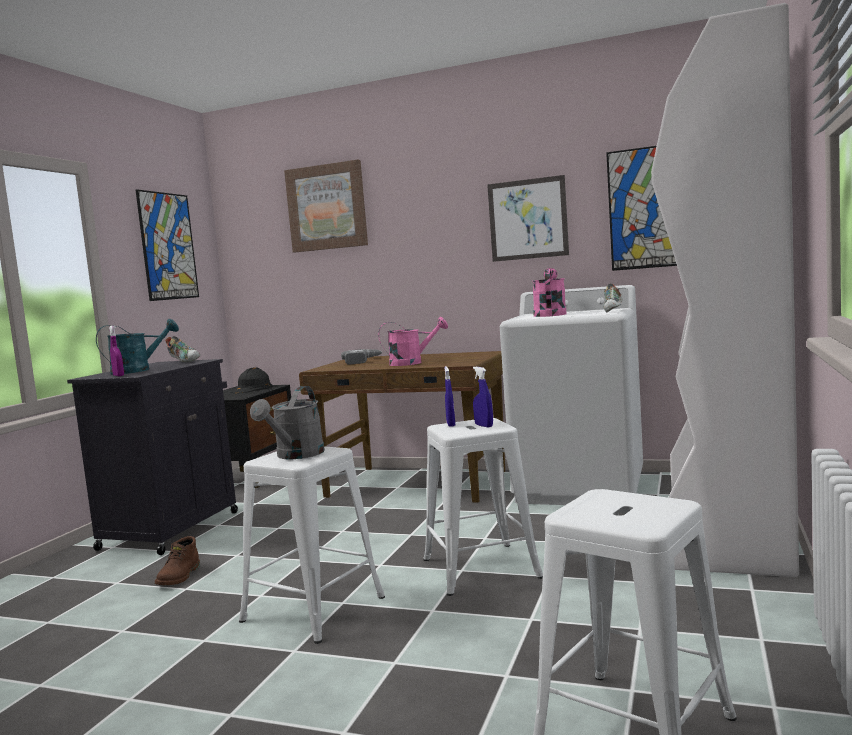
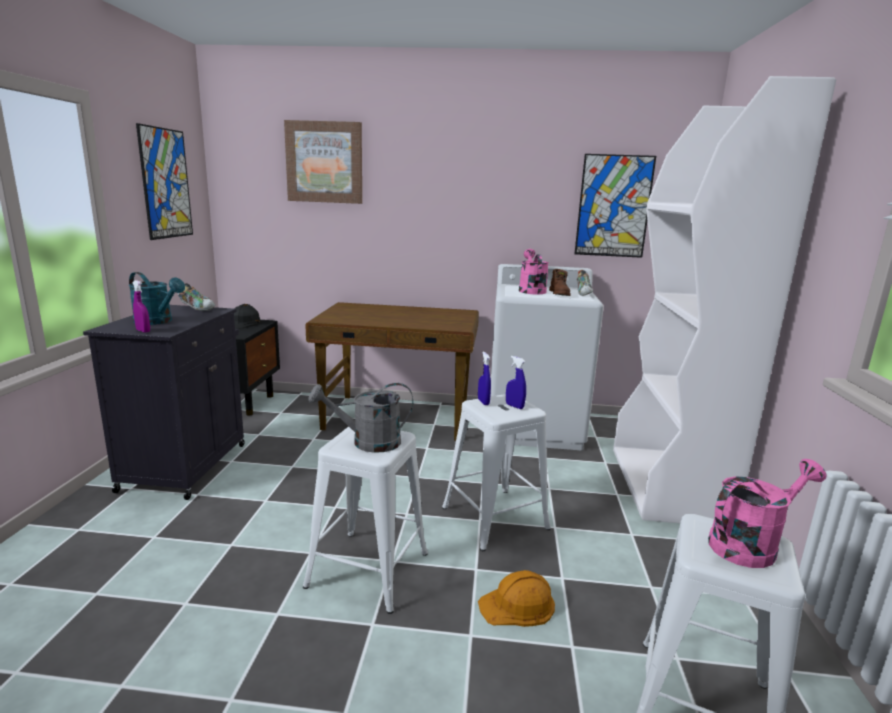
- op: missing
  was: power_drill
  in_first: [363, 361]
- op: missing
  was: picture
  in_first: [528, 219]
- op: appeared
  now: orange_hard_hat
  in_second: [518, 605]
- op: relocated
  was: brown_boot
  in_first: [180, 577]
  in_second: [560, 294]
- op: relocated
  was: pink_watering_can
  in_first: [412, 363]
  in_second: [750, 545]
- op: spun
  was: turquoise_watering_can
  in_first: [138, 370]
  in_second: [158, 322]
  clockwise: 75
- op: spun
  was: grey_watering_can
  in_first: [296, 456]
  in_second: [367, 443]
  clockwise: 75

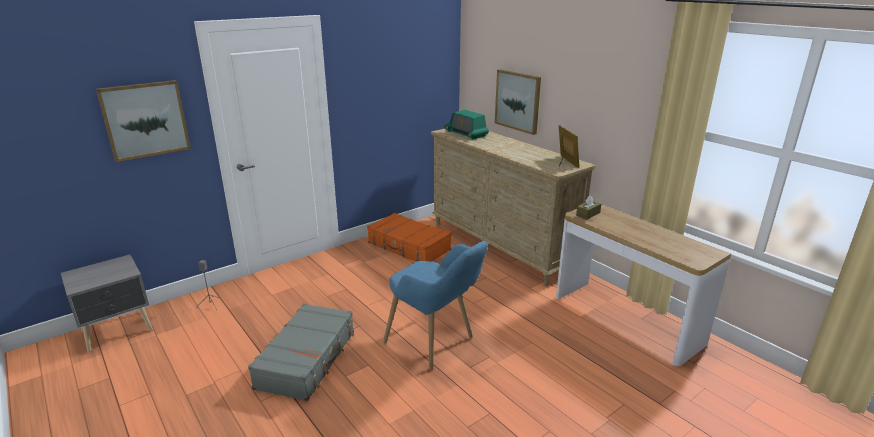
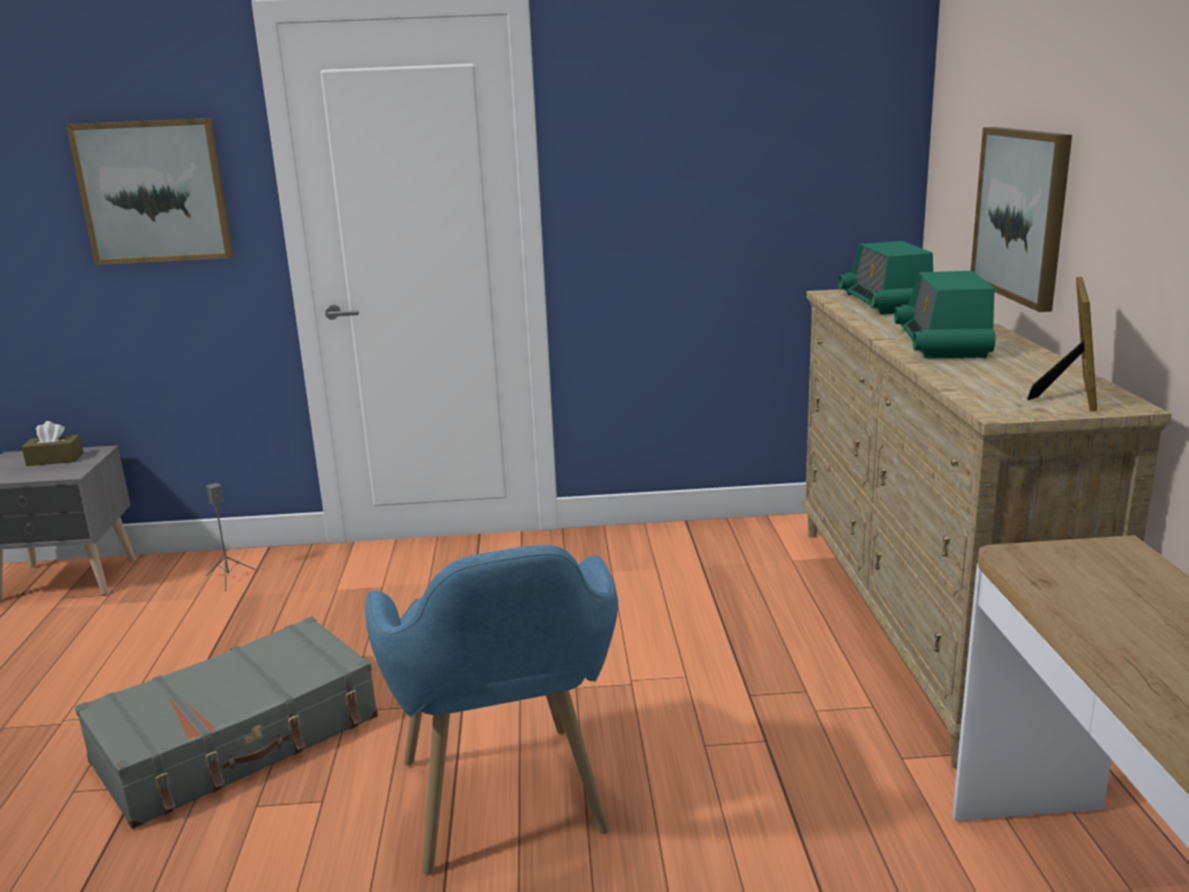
- op: missing
  was: orange_suitcase
  in_first: [408, 247]
- op: appeared
  now: radio
  in_second: [942, 343]
- op: relocated
  was: brown_tissue_box
  in_first: [588, 214]
  in_second: [55, 459]

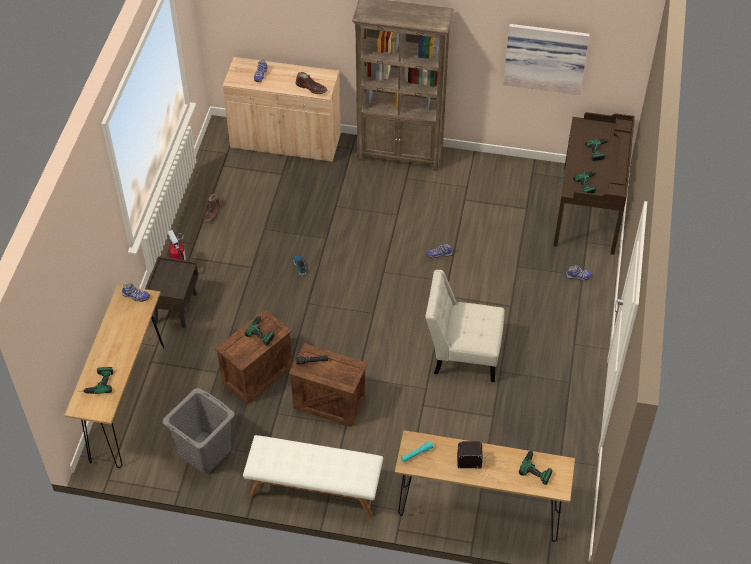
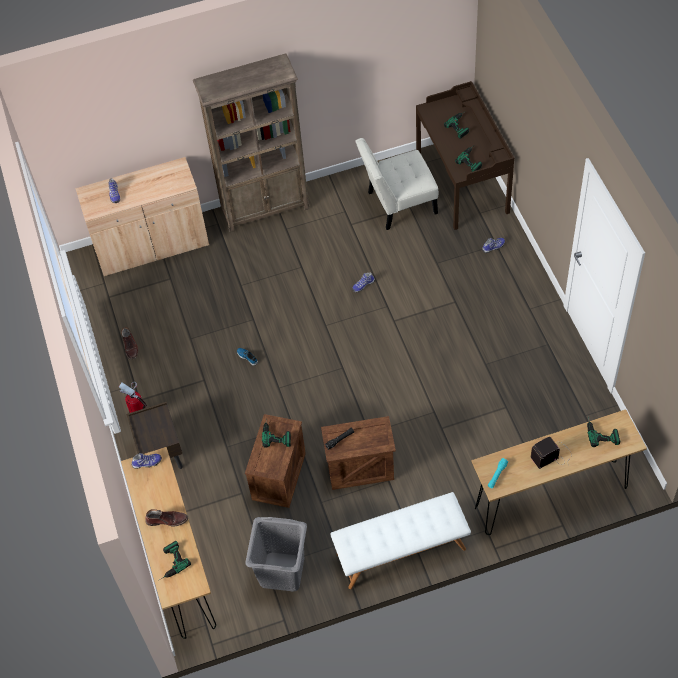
- op: missing
  was: picture
  in_first: [545, 56]
- op: relocated
  was: brown_boot
  in_first: [311, 88]
  in_second: [167, 520]
- op: relocated
  was: white_chair
  in_first: [462, 353]
  in_second: [398, 204]

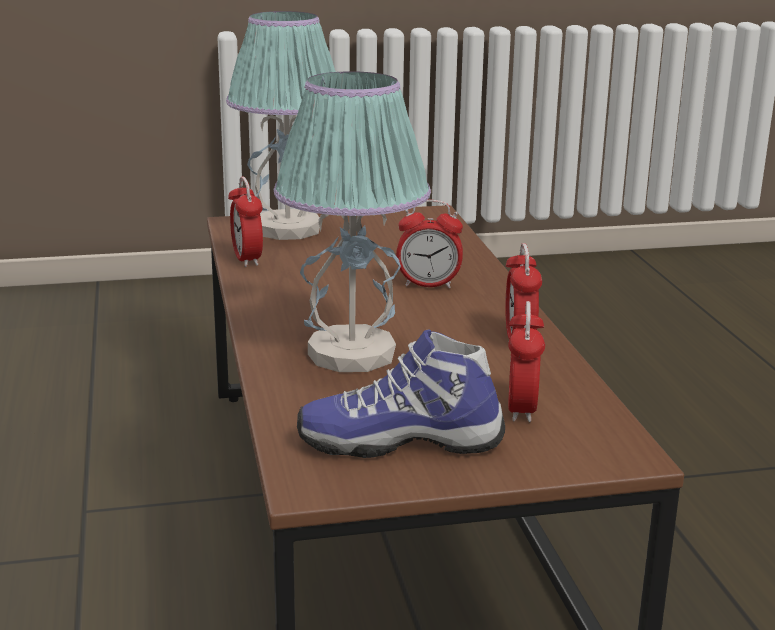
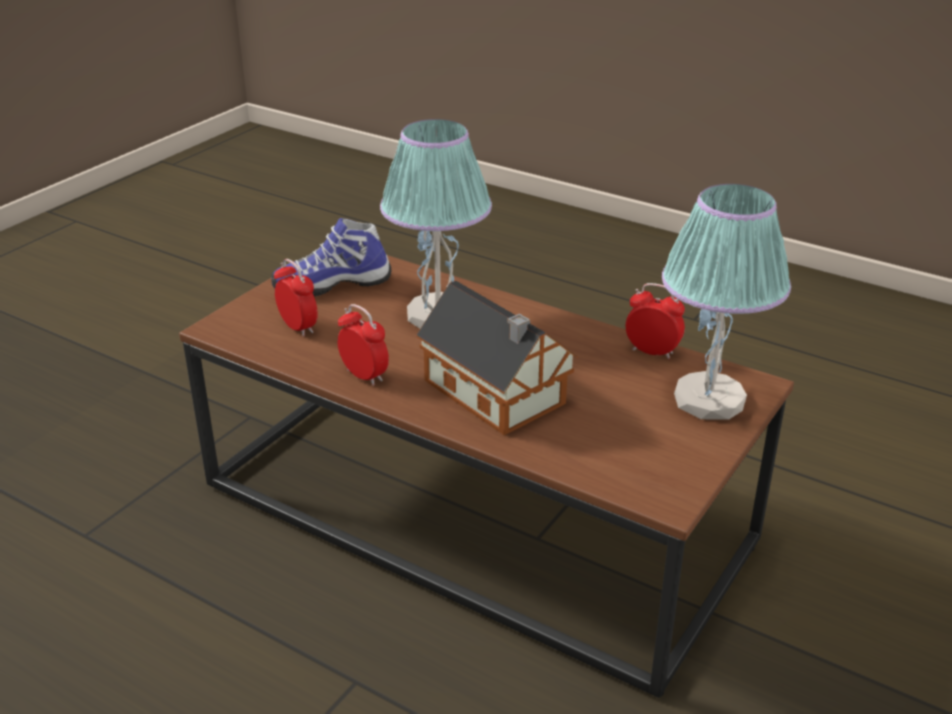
- op: exchanged
  was: alarm_clock
  now: toy_house
  in_first: [428, 285]
  in_second: [497, 395]
- op: spun
  was: shoe
  in_first: [400, 441]
  in_second: [332, 284]
  clockwise: -150

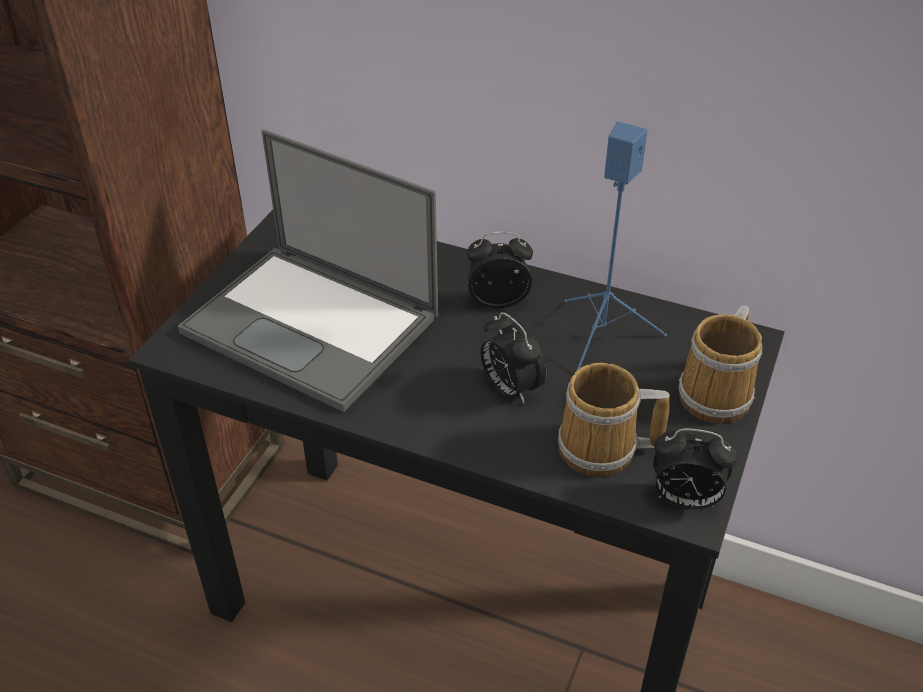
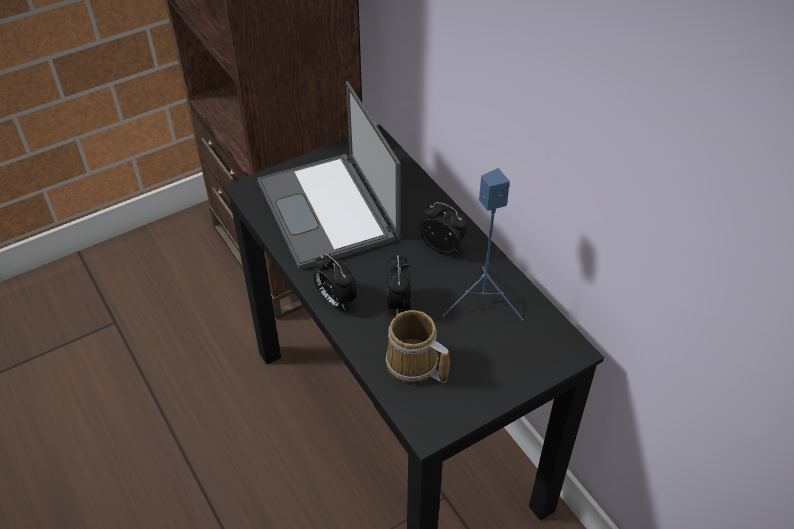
- op: missing
  was: mug
  in_first: [718, 394]
- op: relocated
  was: alarm_clock
  in_first: [684, 499]
  in_second: [335, 300]

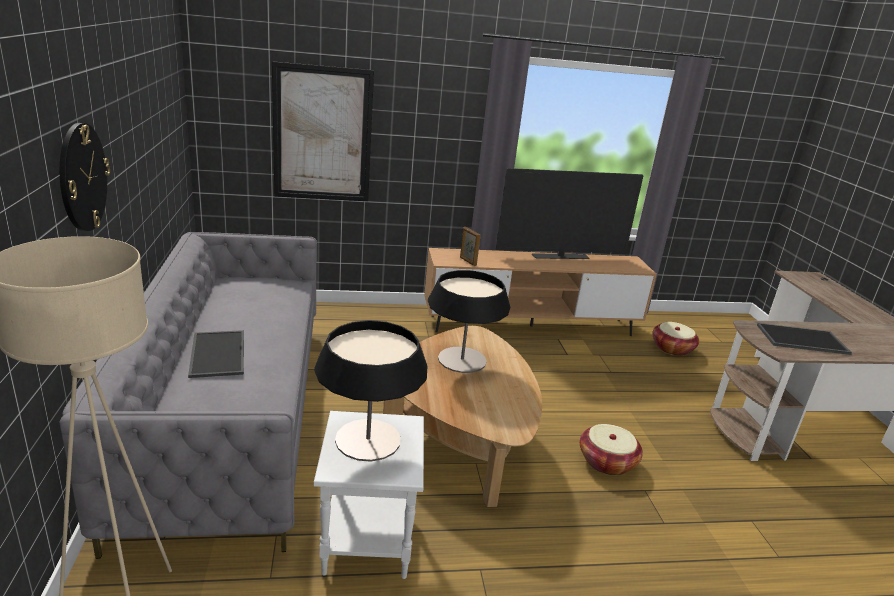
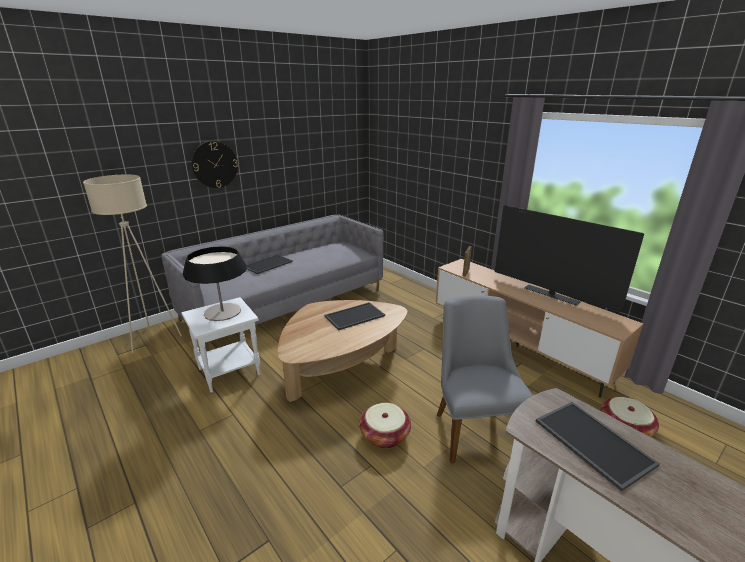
- op: missing
  was: picture
  in_first: [322, 135]
- op: appeared
  now: grey_chair
  in_second: [473, 427]
- op: exchanged
  was: table_lamp
  now: tray
  in_first: [462, 360]
  in_second: [354, 316]

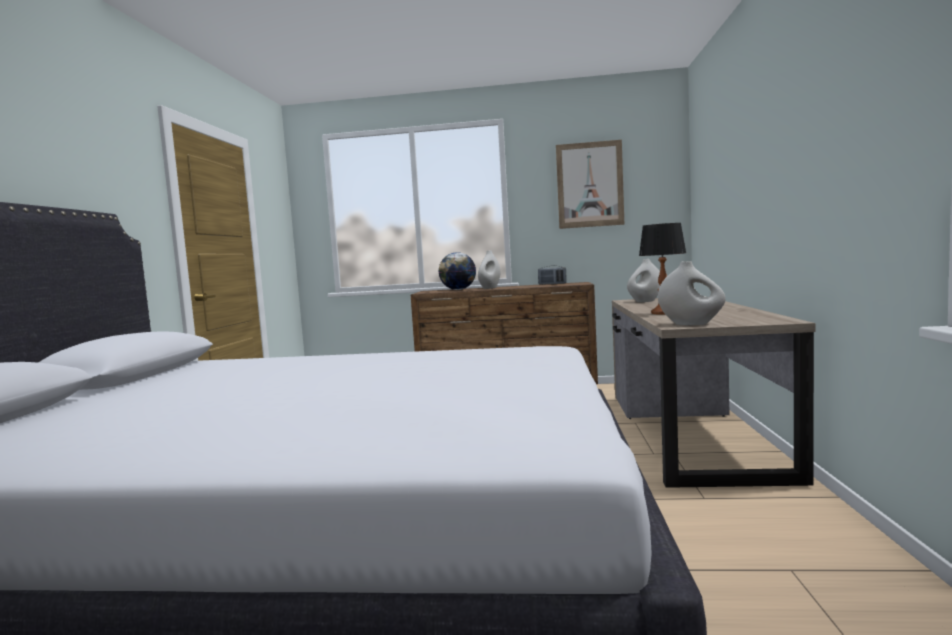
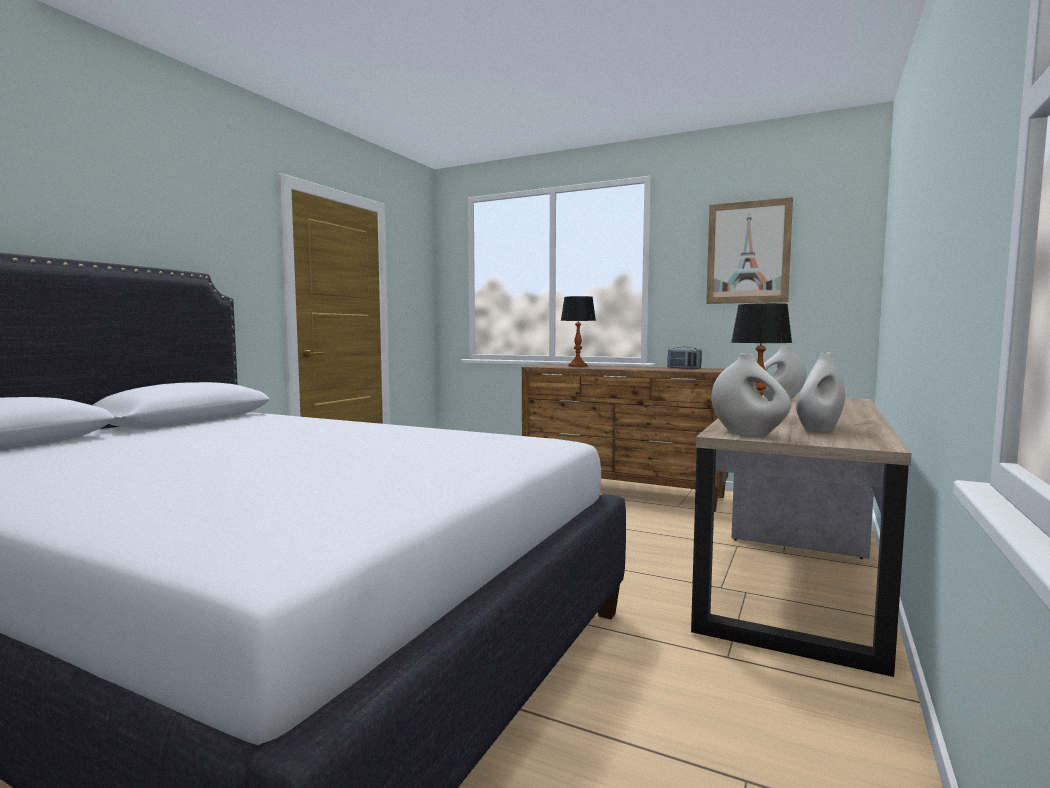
- op: relocated
  was: white_vase
  in_first: [490, 288]
  in_second: [819, 430]
- op: exchanged
  was: globe
  now: table_lamp
  in_first: [458, 289]
  in_second: [577, 366]

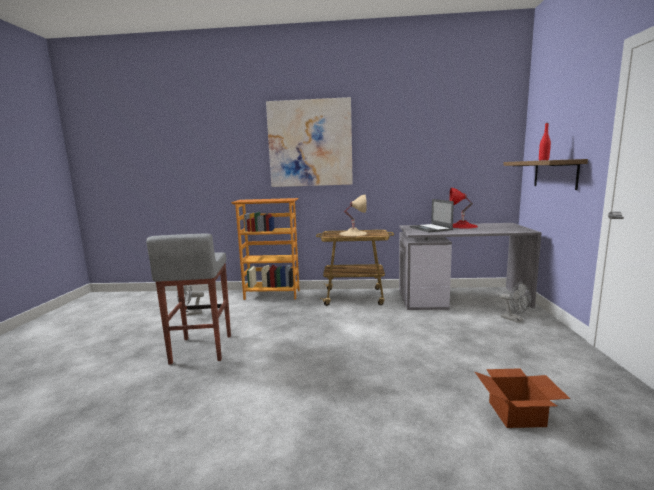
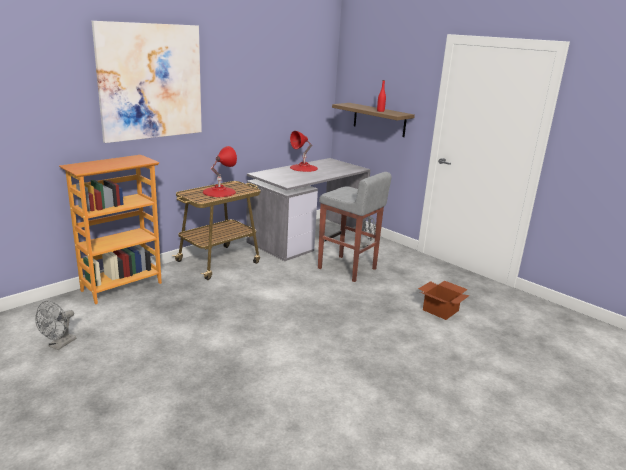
- op: missing
  was: laptop
  in_first: [431, 228]
- op: relocated
  was: grey_stool
  in_first: [200, 349]
  in_second: [347, 269]
- op: colour
  was: beige_table_lamp
  now: red_table_lamp
  in_first: [353, 233]
  in_second: [219, 192]

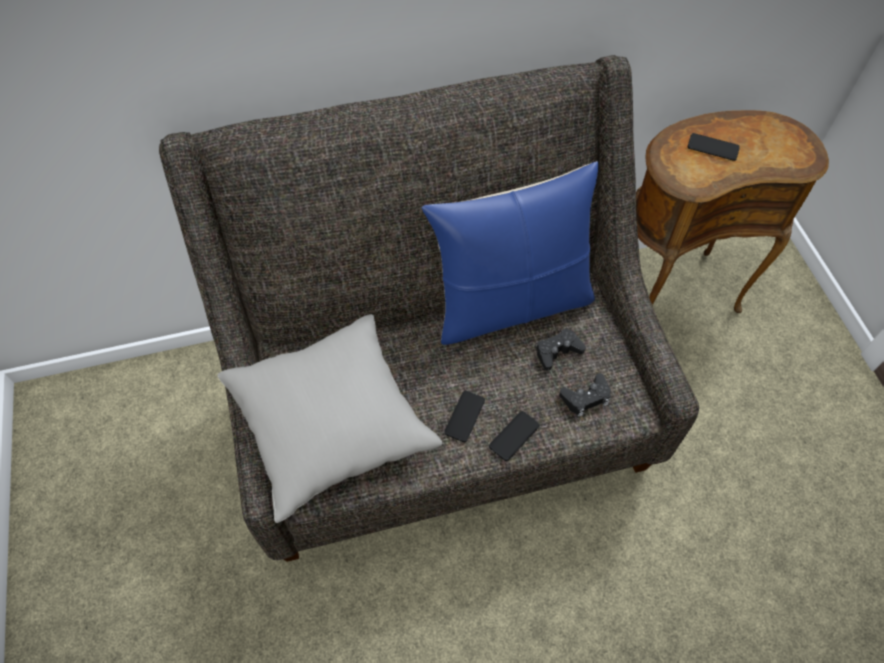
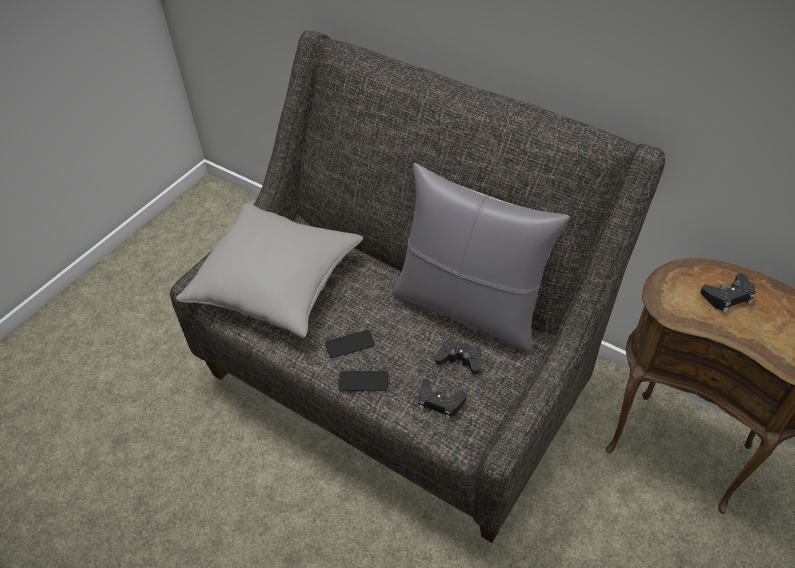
- op: exchanged
  was: phone
  now: black_game_controller
  in_first: [713, 147]
  in_second: [728, 296]
- op: colour
  was: blue_pillow
  now: grey_pillow
  in_first: [510, 303]
  in_second: [468, 307]

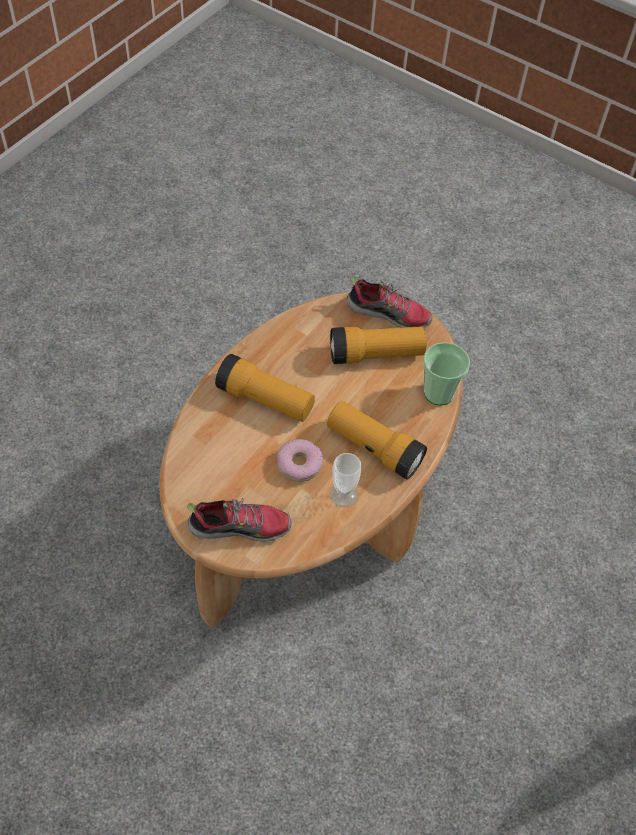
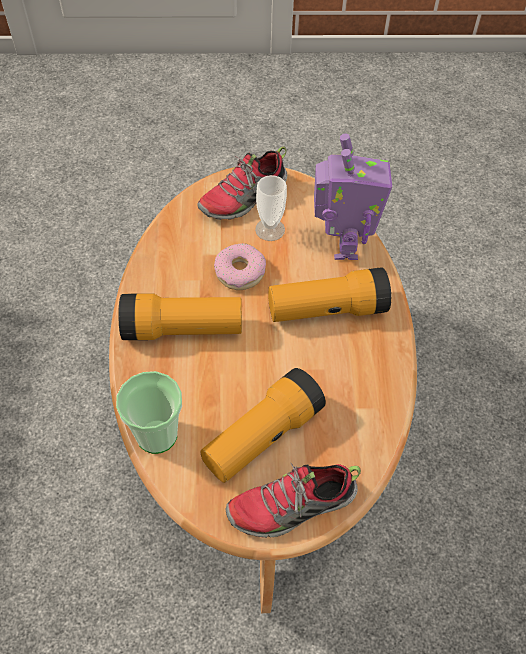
- op: appeared
  now: toy_robot
  in_second: [342, 245]
- op: relocated
  was: cup
  in_first: [343, 494]
  in_second: [270, 229]

